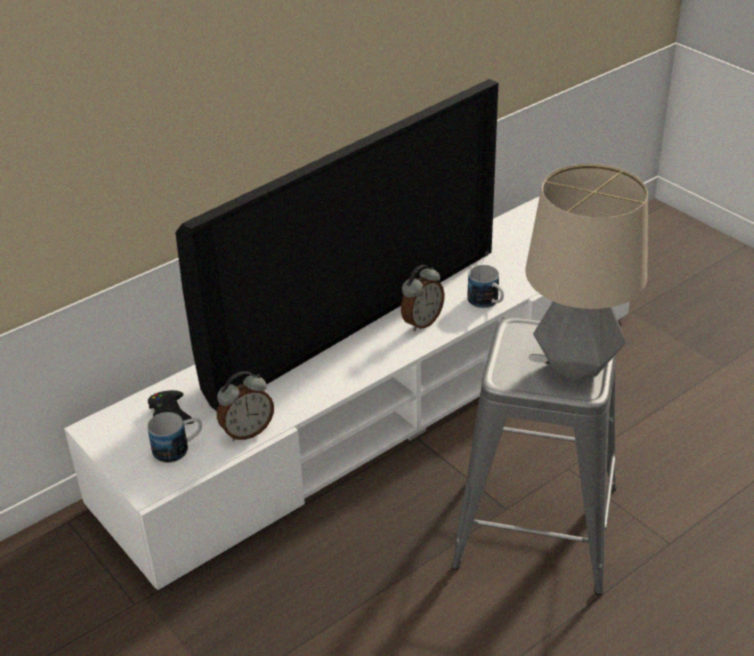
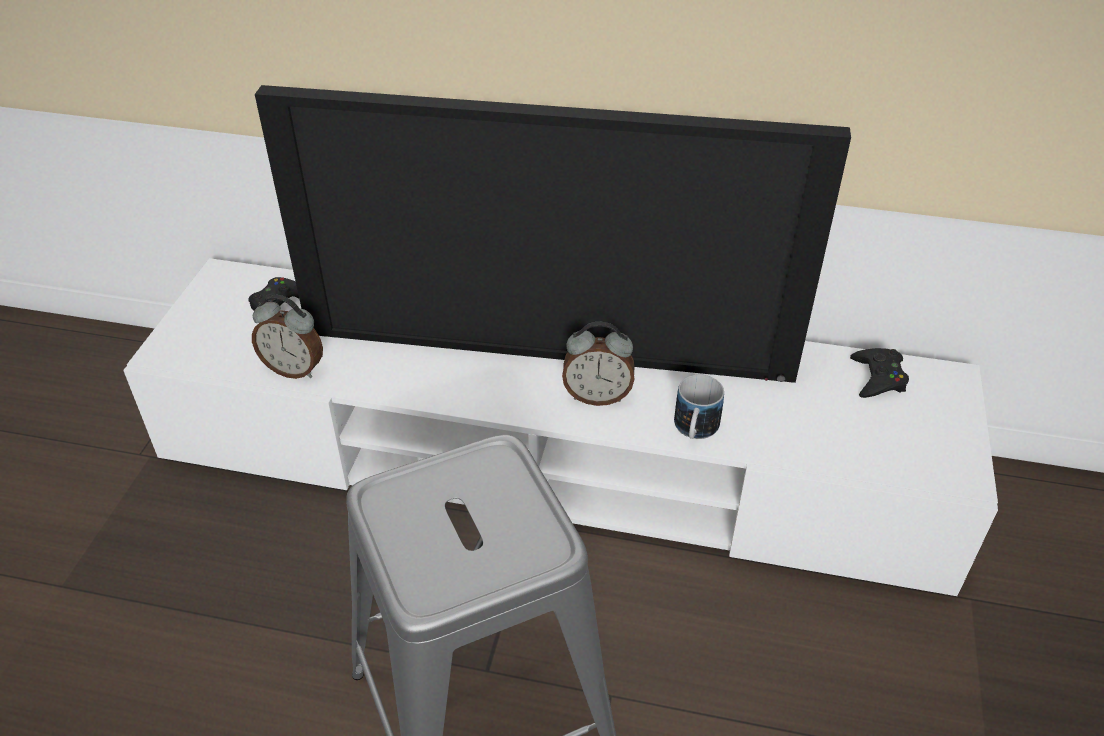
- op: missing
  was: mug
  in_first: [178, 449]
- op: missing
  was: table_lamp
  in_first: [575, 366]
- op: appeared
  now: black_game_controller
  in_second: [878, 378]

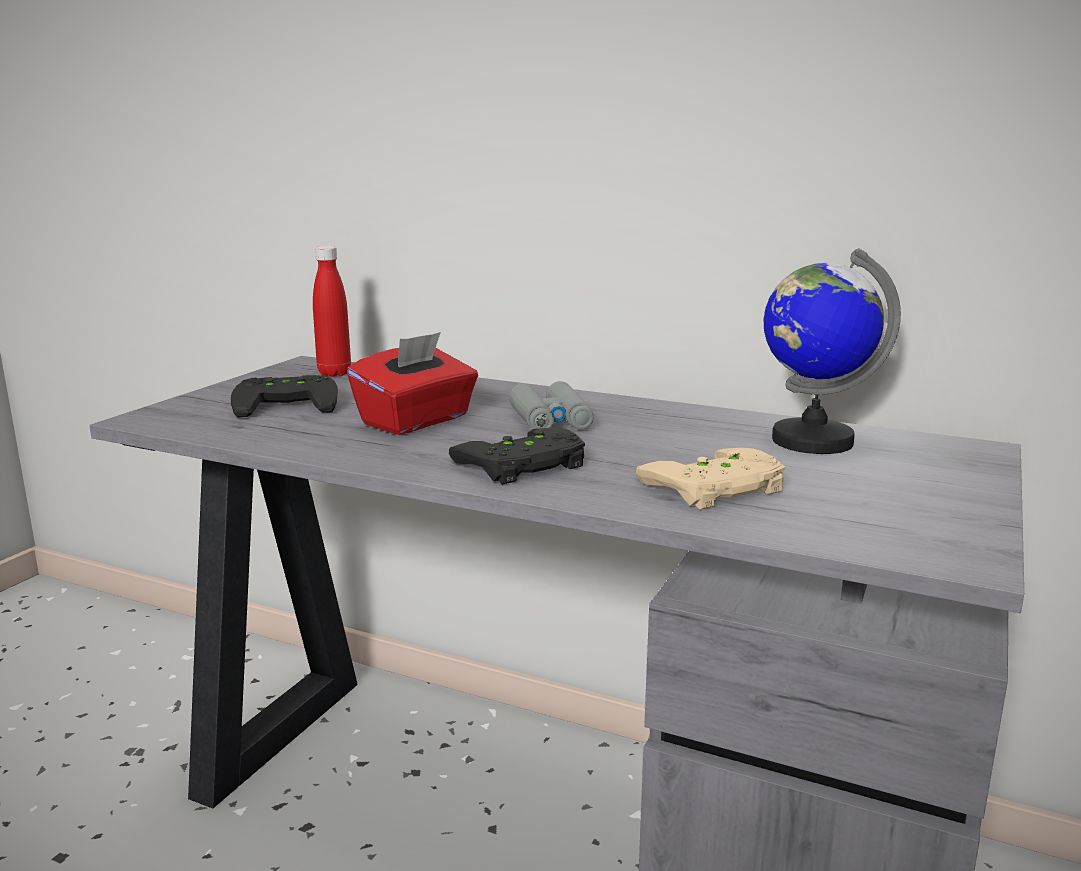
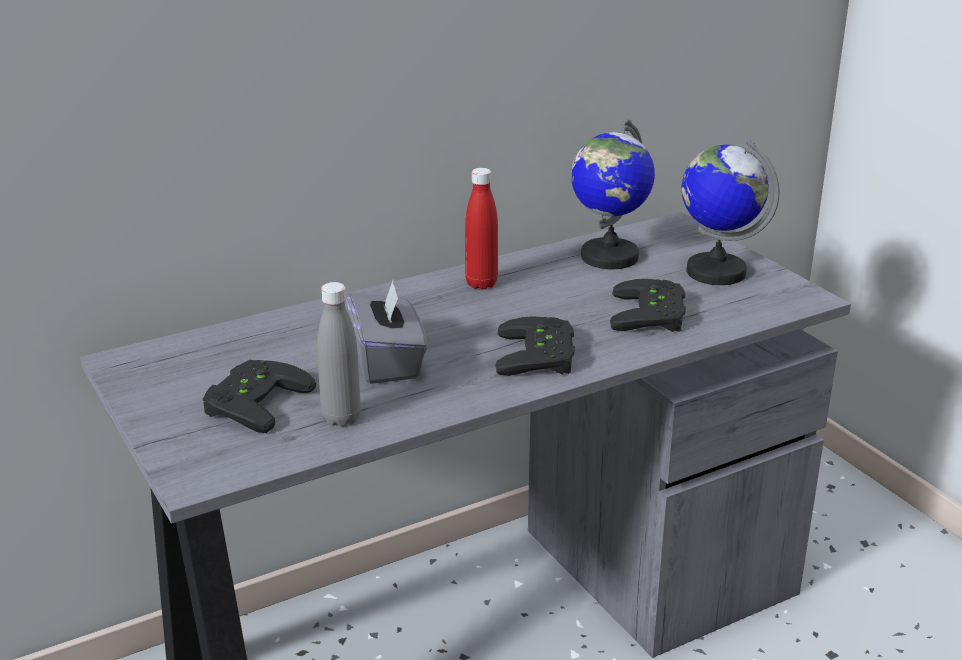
- op: missing
  was: grey_binoculars
  in_first: [551, 420]
- op: appeared
  now: grey_bottle
  in_second: [341, 418]
- op: appeared
  now: globe
  in_second: [715, 272]
- op: relocated
  was: red_bottle
  in_first: [334, 373]
  in_second: [481, 284]
- op: colour
  was: red_tissue_box
  now: grey_tissue_box
  in_first: [416, 421]
  in_second: [387, 362]
- op: colour
  was: beige_game_controller
  now: black_game_controller
  in_first: [717, 489]
  in_second: [654, 314]

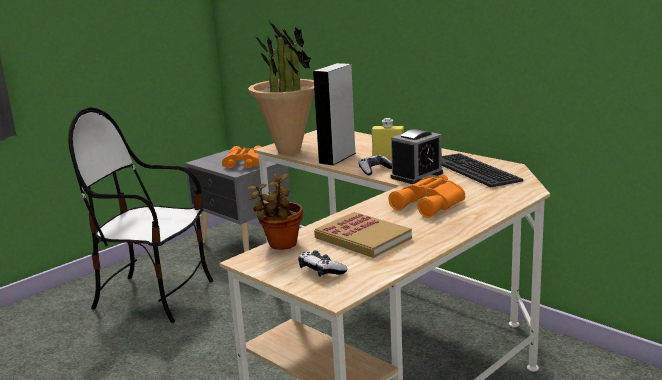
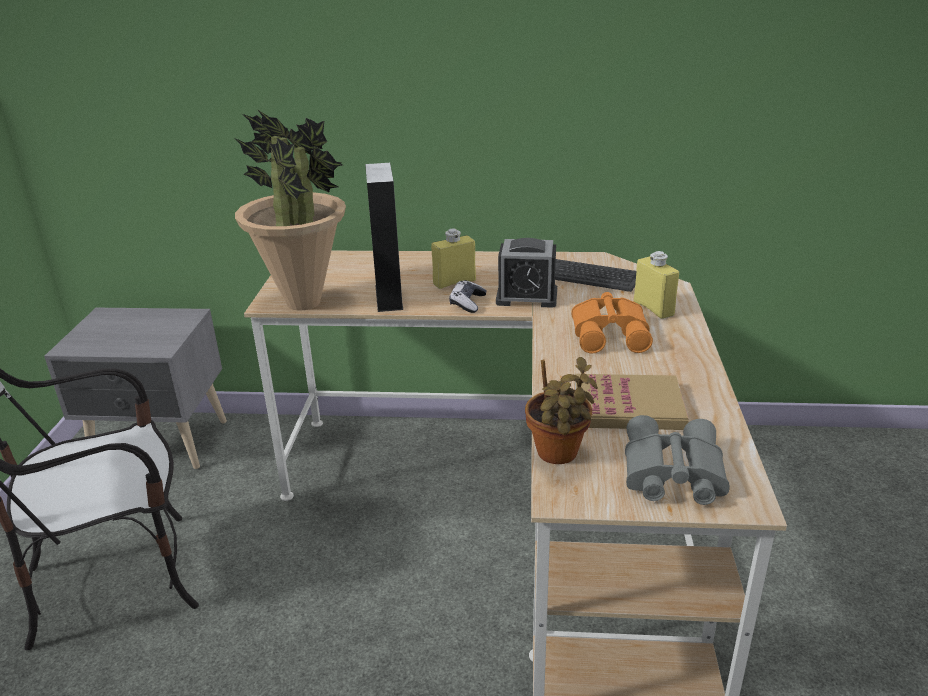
- op: missing
  was: orange_binoculars
  in_first: [243, 163]
- op: appeared
  now: yellow_bottle
  in_second: [653, 308]
- op: exchanged
  was: game_controller
  now: grey_binoculars
  in_first: [321, 271]
  in_second: [670, 473]
- op: spun
  was: alarm_clock
  in_first: [416, 175]
  in_second: [526, 297]
  clockwise: 90

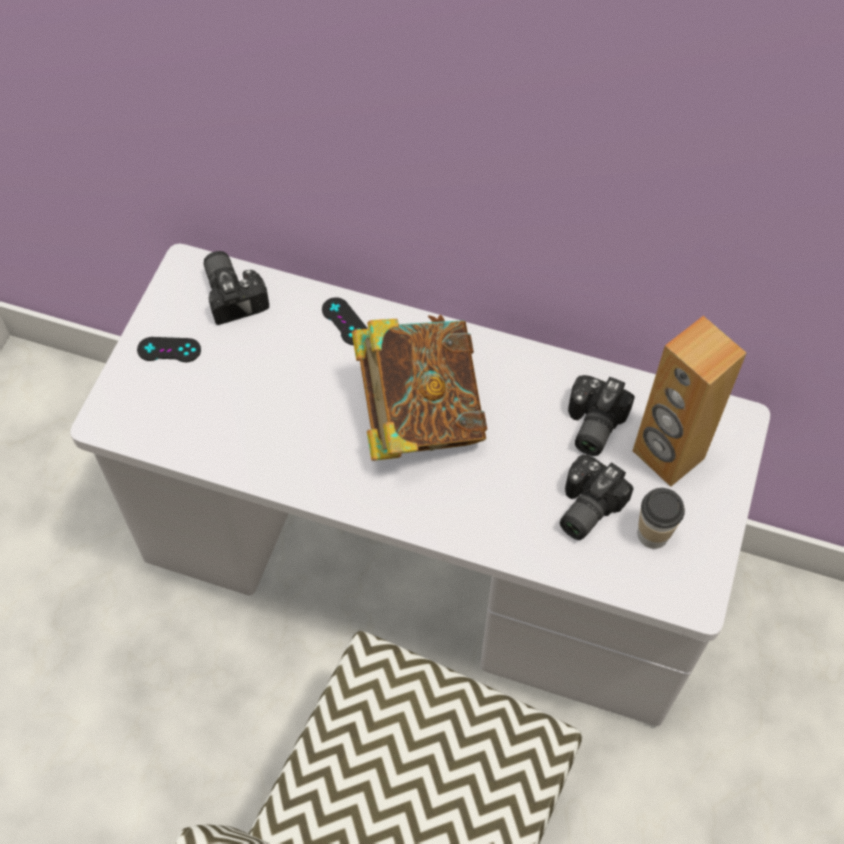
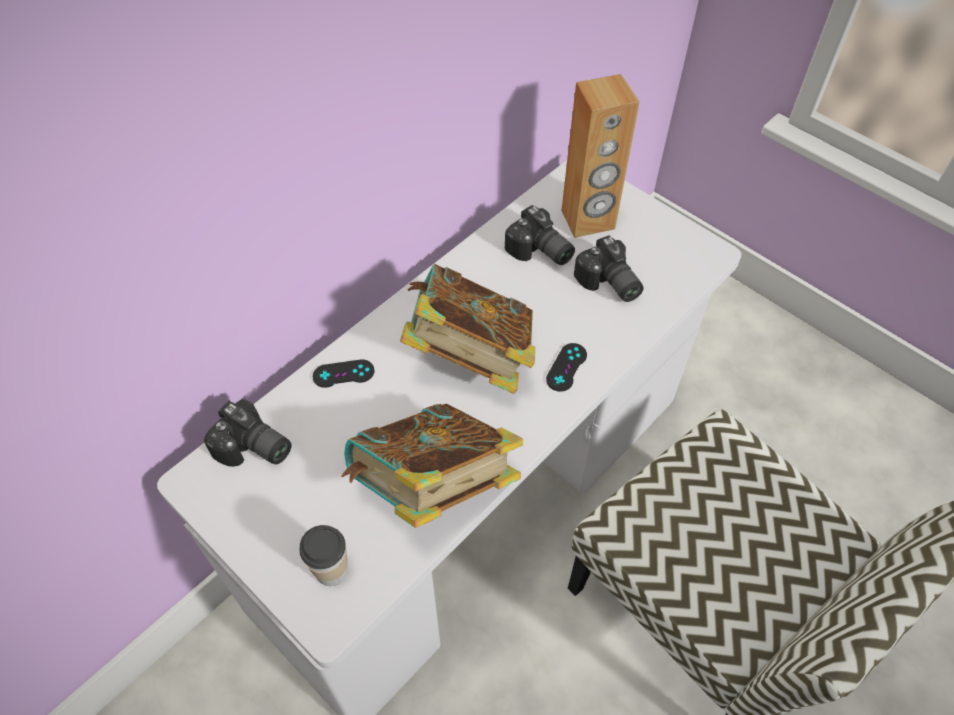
- op: appeared
  now: book
  in_second: [433, 487]
- op: relocated
  was: black_game_controller
  in_first: [169, 350]
  in_second: [566, 367]
- op: relocated
  was: cup
  in_first: [653, 534]
  in_second: [331, 570]
- op: spun
  was: photo_camera
  in_first: [234, 293]
  in_second: [253, 449]
  clockwise: -150

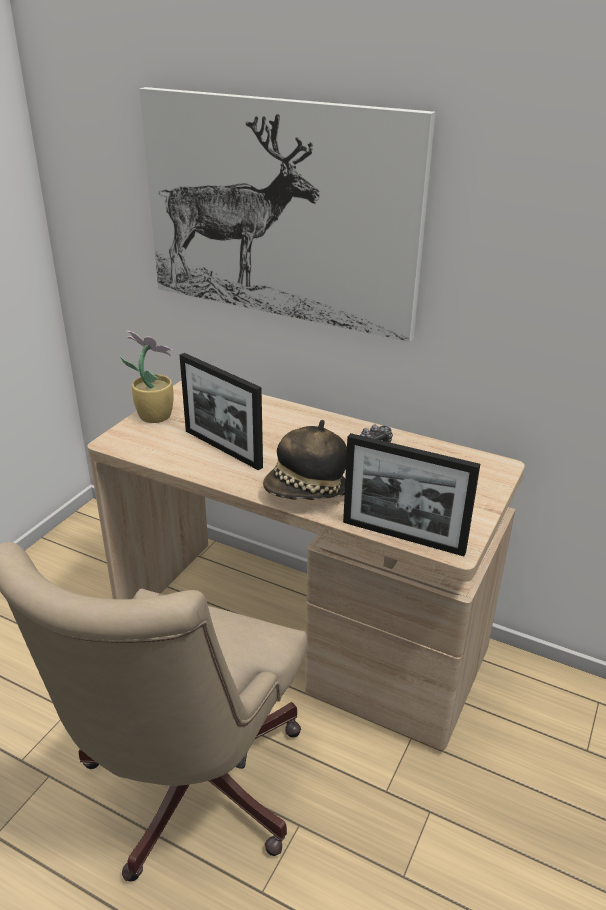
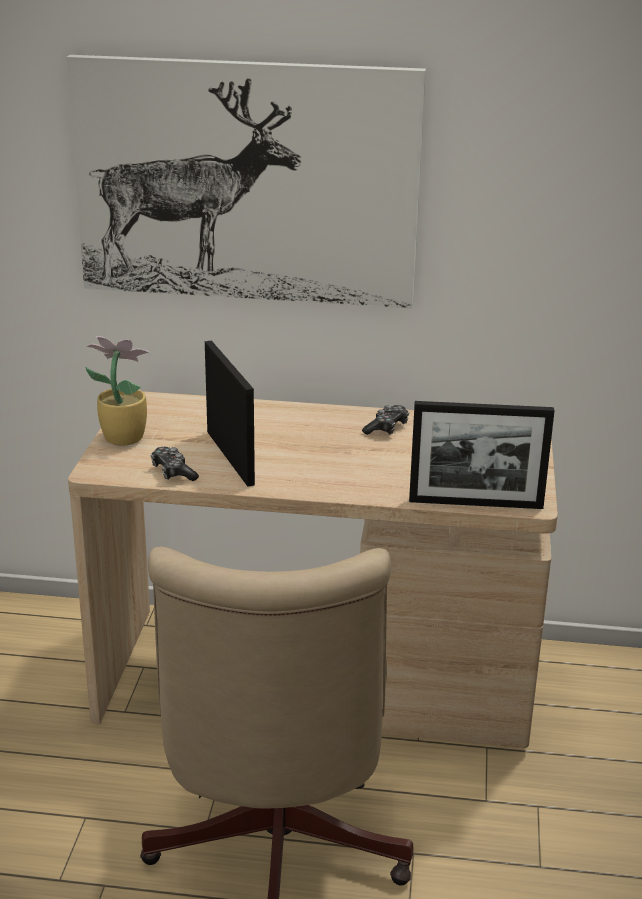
- op: missing
  was: hat
  in_first: [307, 492]
- op: appeared
  now: game_controller
  in_second: [173, 472]
- op: spun
  was: picture_frame
  in_first: [223, 449]
  in_second: [230, 457]
  clockwise: -135

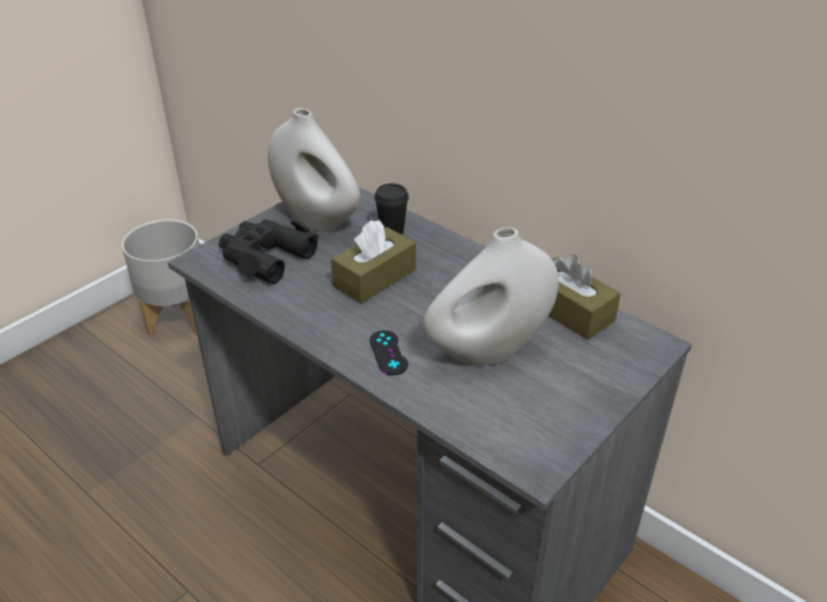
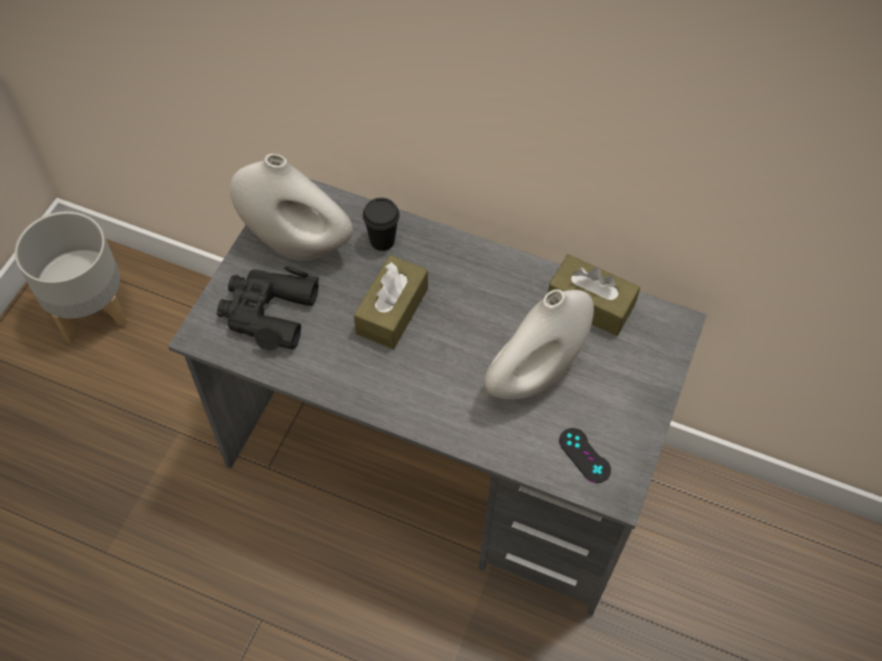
- op: relocated
  was: black_game_controller
  in_first: [388, 353]
  in_second: [584, 455]

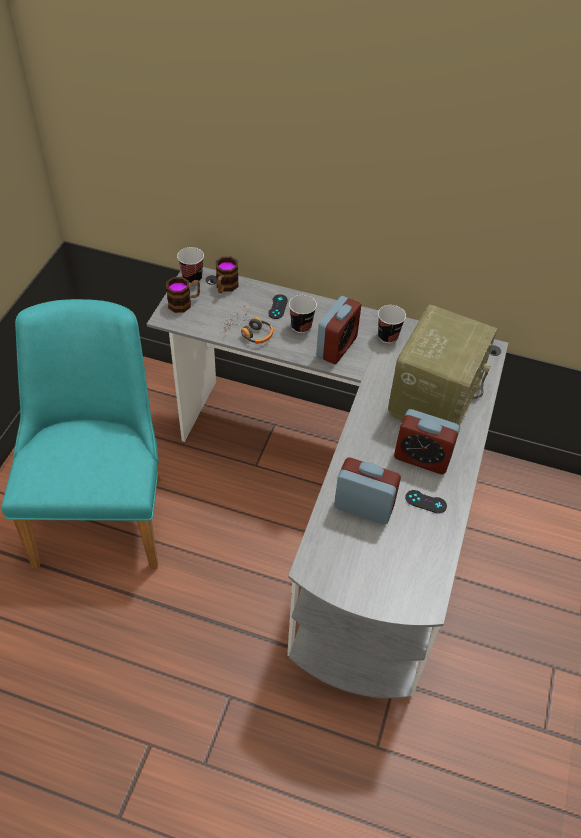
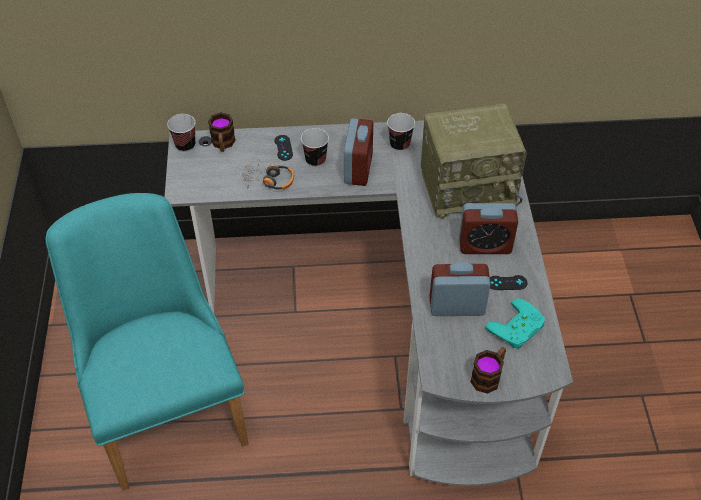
- op: appeared
  now: turquoise_game_controller
  in_second: [518, 329]
- op: relocated
  was: mug
  in_first: [184, 303]
  in_second: [489, 376]
- op: spun
  was: radio
  in_first: [434, 398]
  in_second: [468, 187]
  clockwise: 75

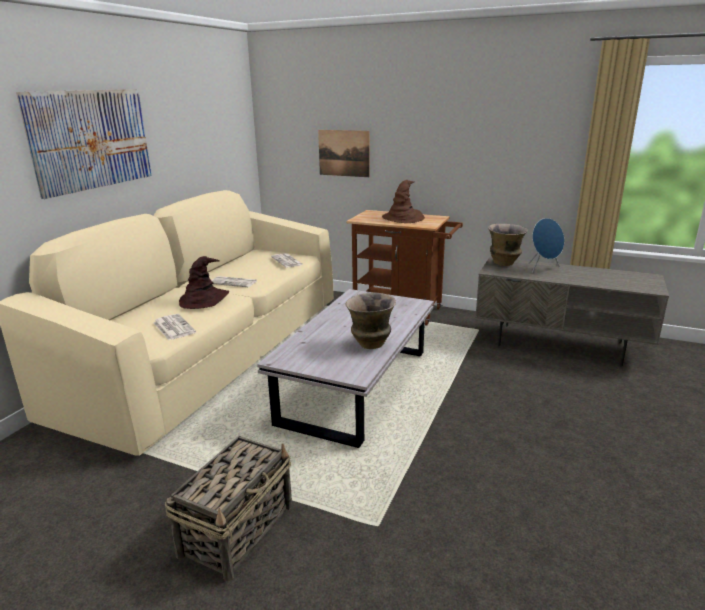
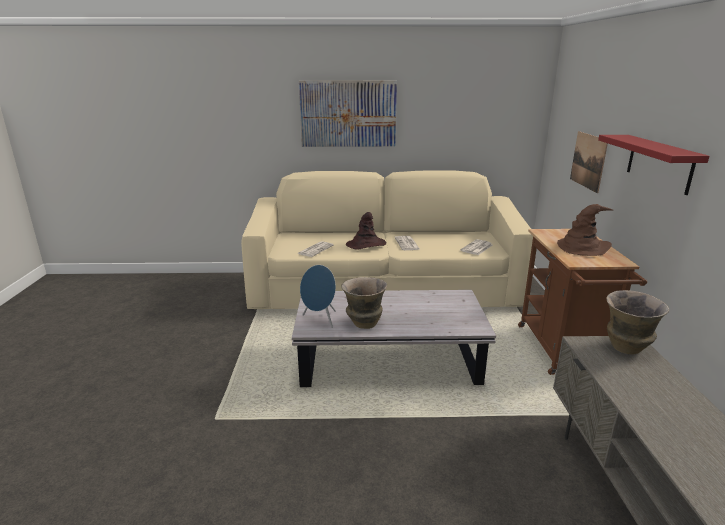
- op: missing
  was: basket
  in_first: [238, 529]
- op: appeared
  now: red_shelf
  in_second: [659, 163]
- op: relocated
  was: blue_speaker
  in_first: [543, 269]
  in_second: [320, 320]

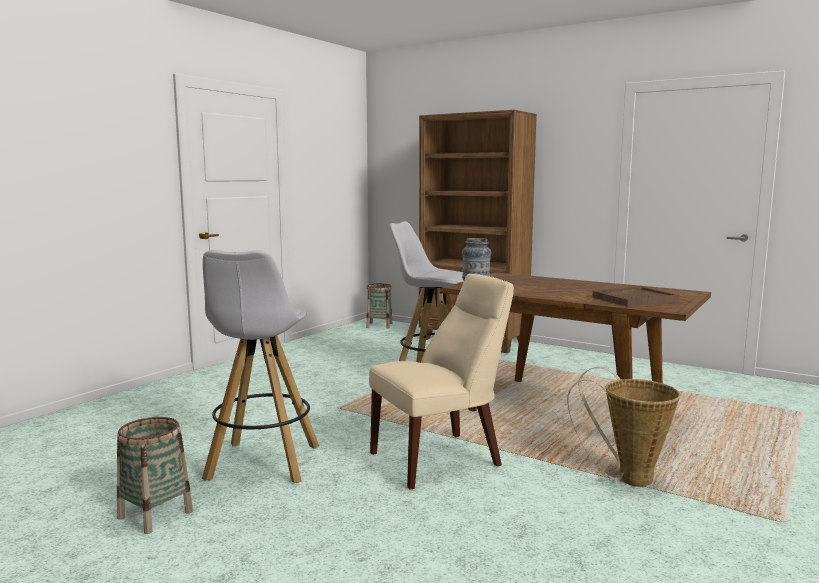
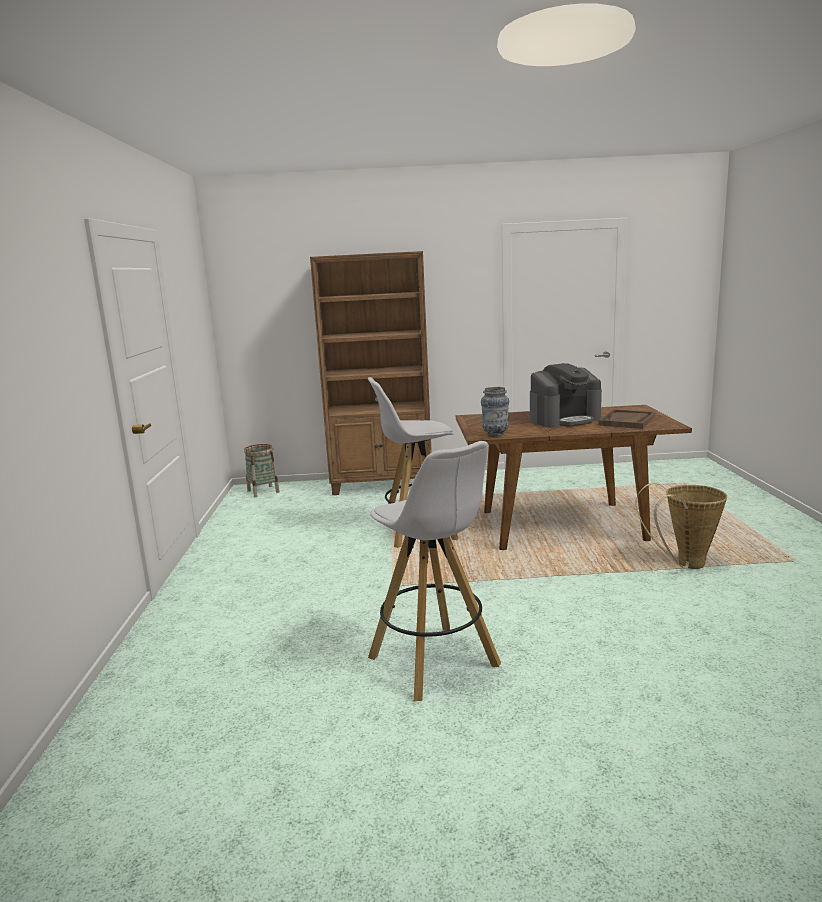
- op: missing
  was: basket
  in_first: [155, 514]
- op: missing
  was: beige_chair
  in_first: [441, 458]
- op: appeared
  now: coffee_machine
  in_second: [564, 419]

